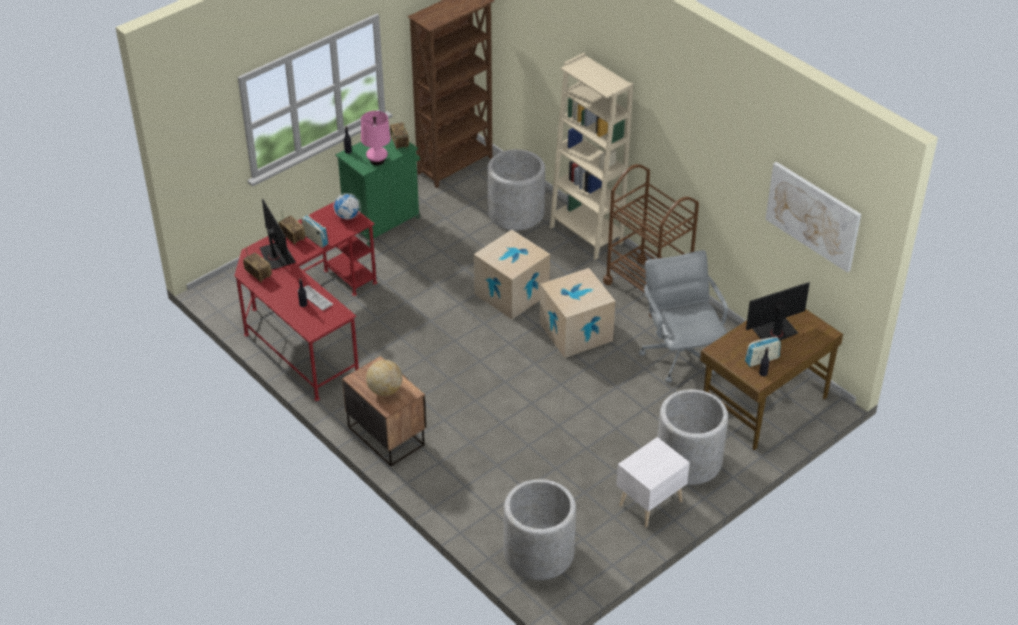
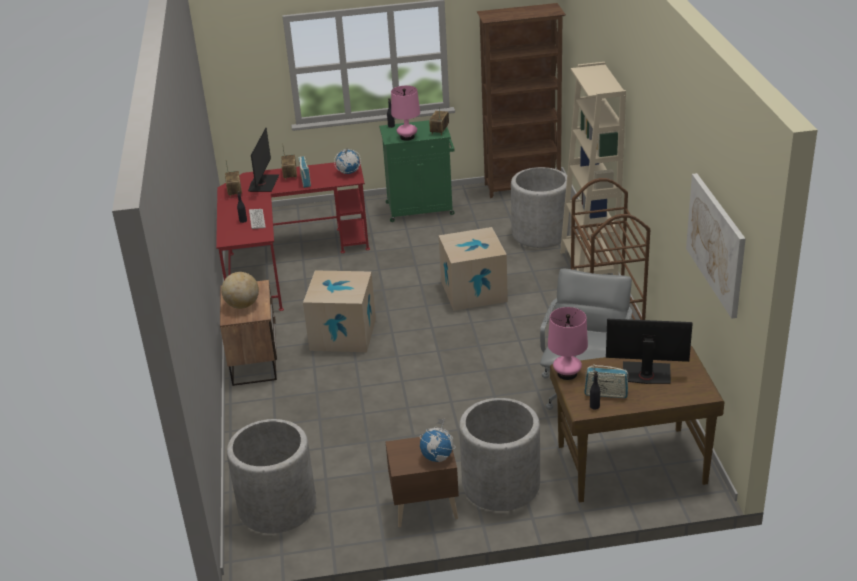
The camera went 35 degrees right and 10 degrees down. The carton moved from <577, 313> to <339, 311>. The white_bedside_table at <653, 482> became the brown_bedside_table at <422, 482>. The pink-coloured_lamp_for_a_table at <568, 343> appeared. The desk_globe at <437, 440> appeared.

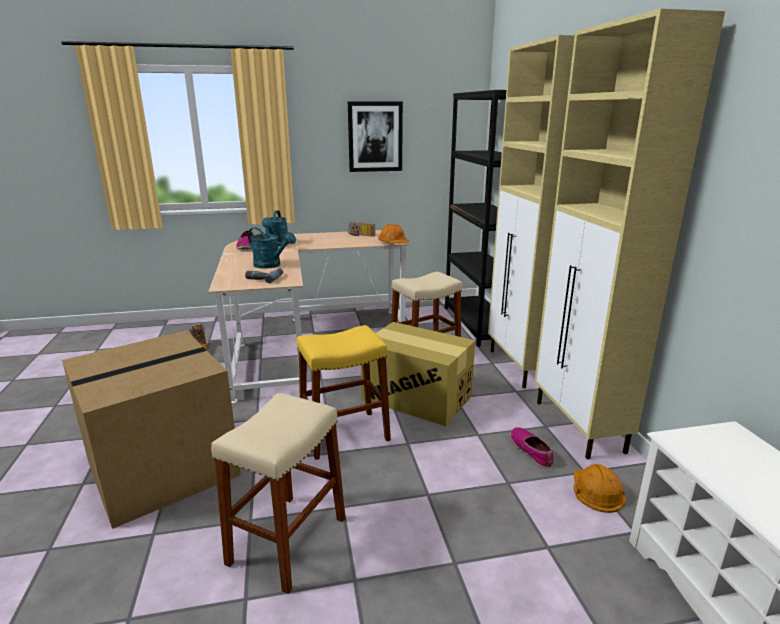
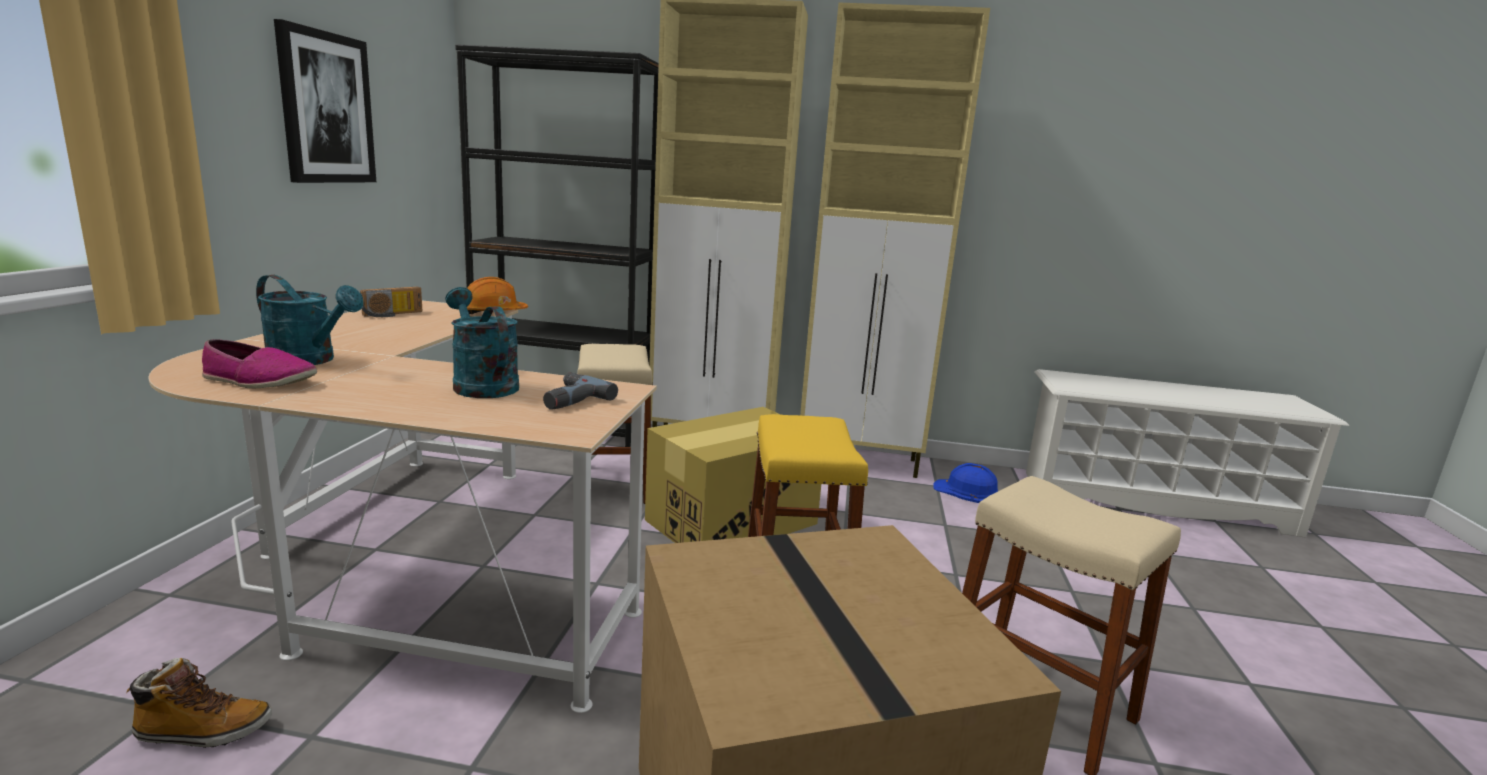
The camera went 70 degrees left and 5 degrees down. The turquoise-coloured_watering_pot at <272, 248> turned 90 degrees counterclockwise. The item_of_footwear at <532, 447> disappeared. The orangey_safety_helmet at <600, 488> became the blue-coloured_safety_helmet at <965, 483>.

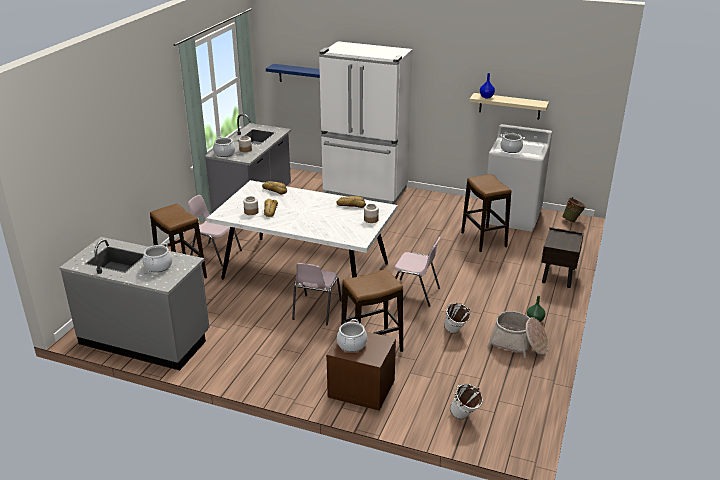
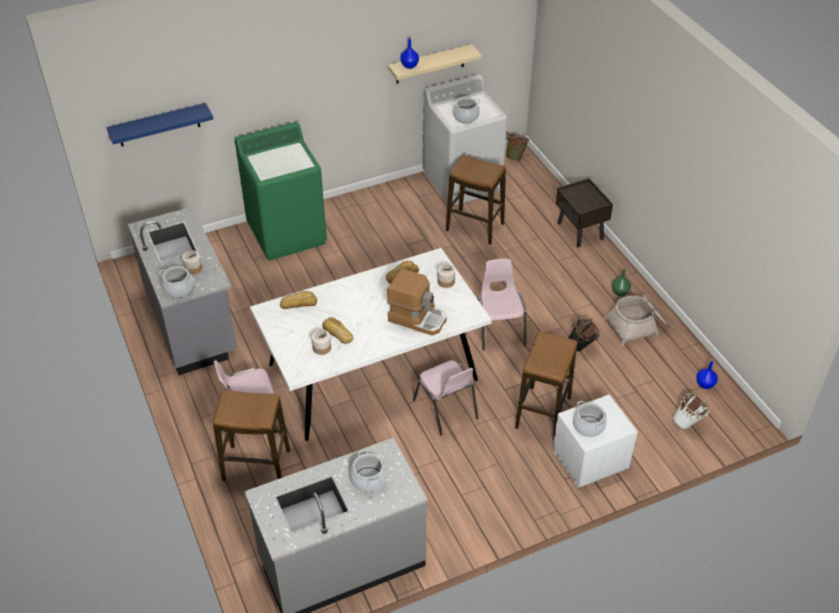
The camera went 45 degrees left and 15 degrees up. The white_refrigerator at <366, 122> was replaced by the green-coloured_laundry_appliance at <281, 191>. The pink-coloured_plain_chair at <417, 272> turned 75 degrees counterclockwise. The white_water_bucket at <457, 318> became the black_water_bucket at <584, 335>. The brown_bedside_table at <361, 371> became the white_bedside_table at <595, 441>. The coffee_brewer at <416, 302> appeared. The blue-coloured_decorative_vase at <707, 375> appeared.

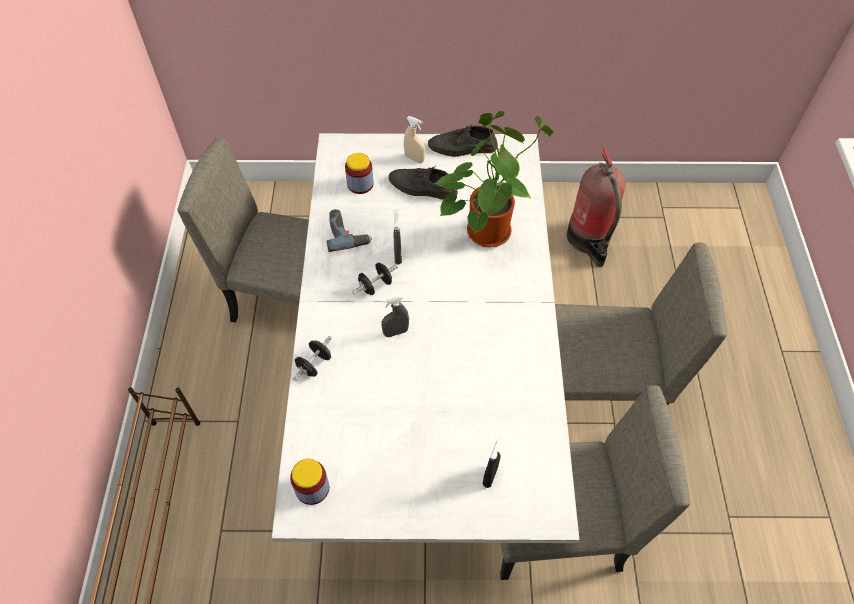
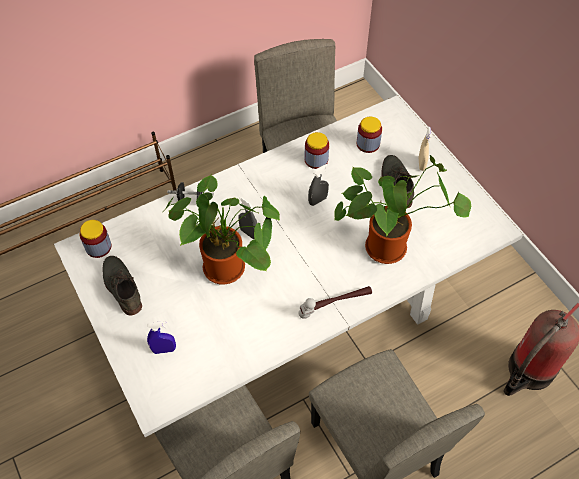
The camera went 60 degrees right and 0 degrees up. The greyish_item_of_footwear moved from <463, 140> to <122, 285>. The electric_drill at <349, 230> was replaced by the storage_jar at <316, 150>. The black_dumbbell at <375, 279> disappeared. The black_spray_bottle at <492, 462> became the blue-coloured_spray_bottle at <161, 337>. The plant_in_a_pot at <221, 229> appeared. The tool_hammer at <335, 302> appeared.

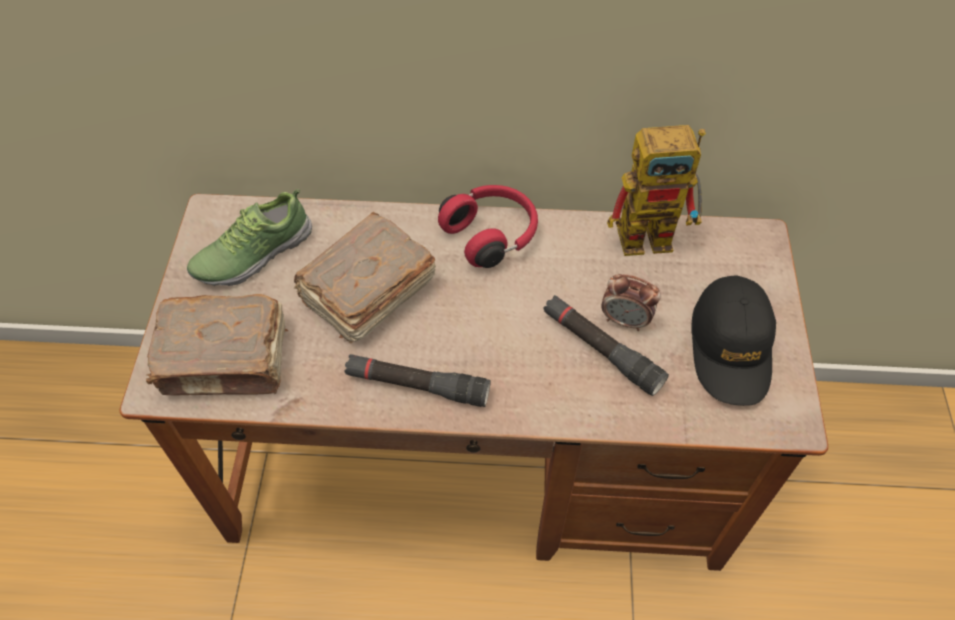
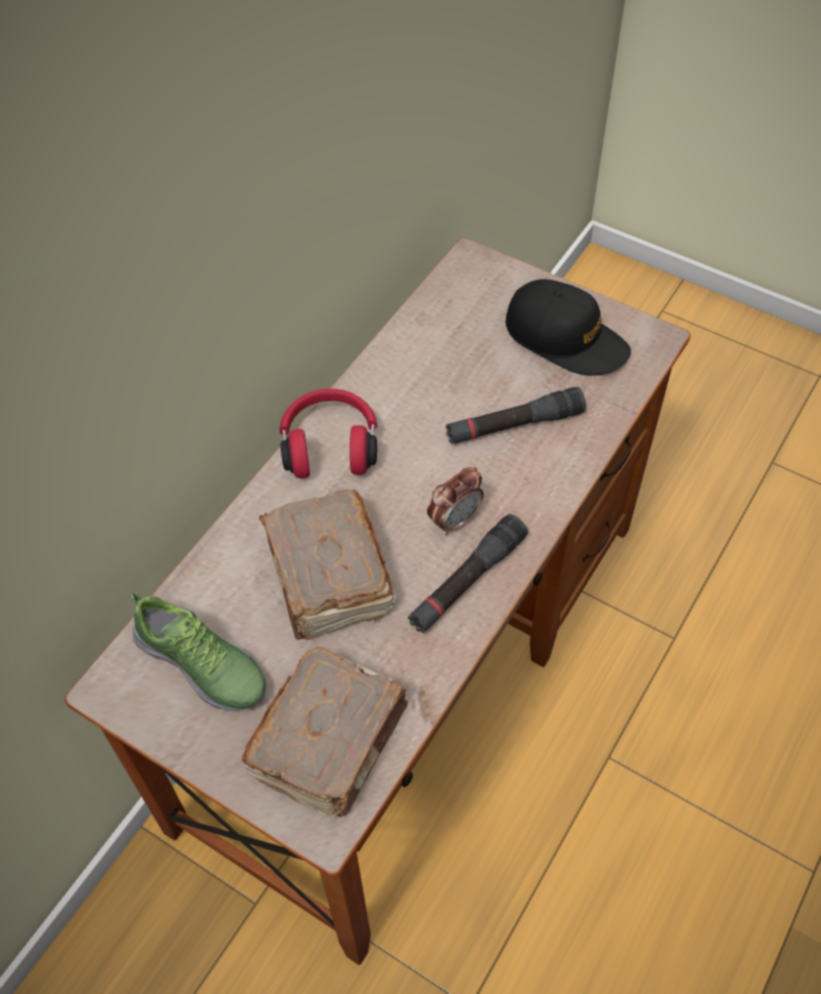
The camera went 60 degrees left and 0 degrees up. The robot_figure at <656, 190> disappeared. The item_of_footwear at <249, 237> turned 45 degrees counterclockwise. The bedside_clock moved from <631, 302> to <455, 501>.

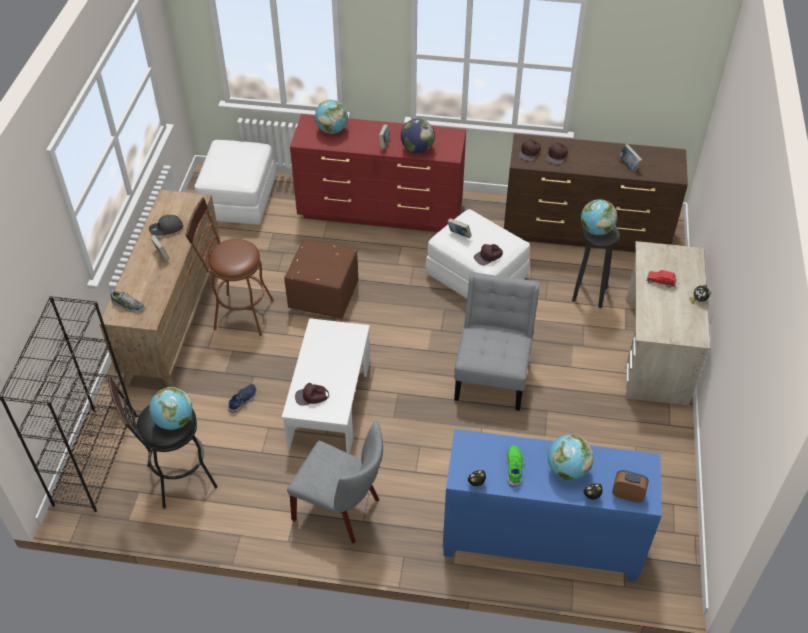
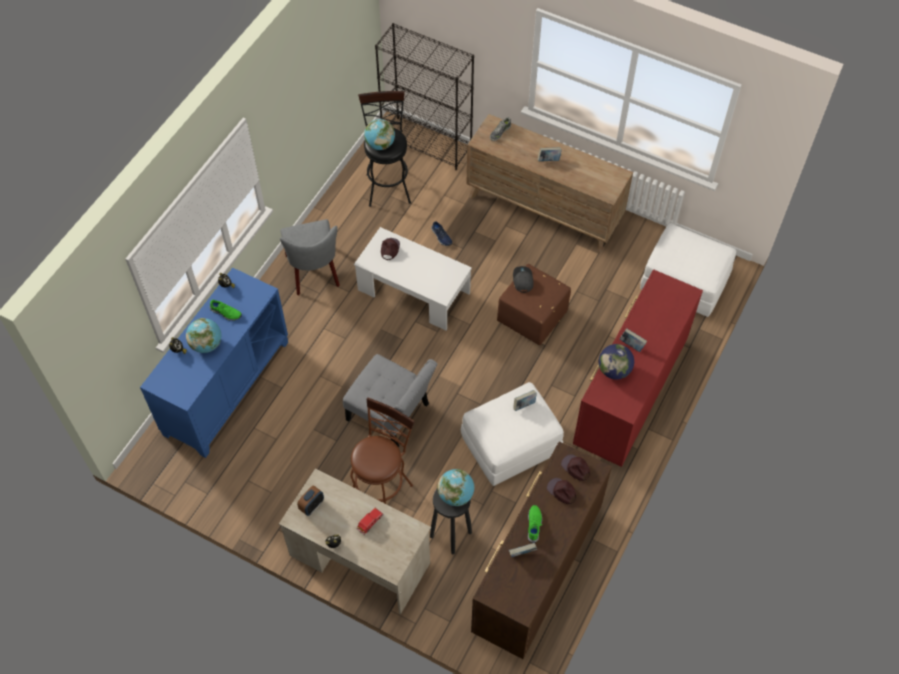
The camera went 110 degrees right and 10 degrees up. The desk_globe at <331, 117> disappeared. The brown_stool moved from <229, 266> to <382, 450>. The greyish_peaked_cap moved from <166, 225> to <523, 279>. The brown_peaked_cap at <488, 254> disappeared. The greyish_plain_chair at <335, 481> turned 60 degrees counterclockwise. The bedside_clock moved from <630, 486> to <310, 500>. The green-coloured_item_of_footwear at <535, 524> appeared.

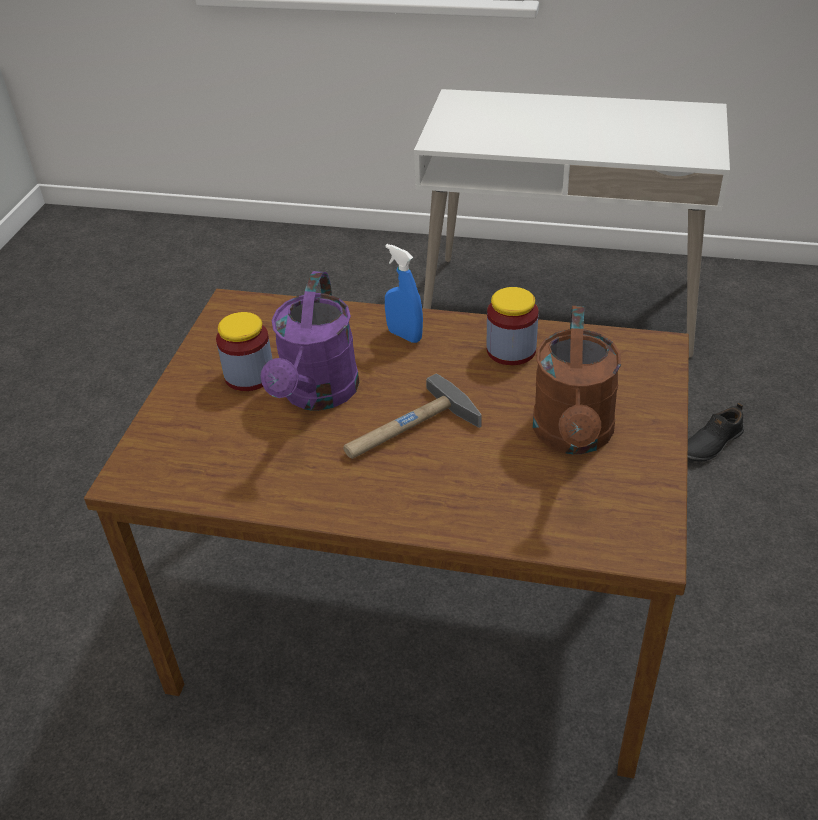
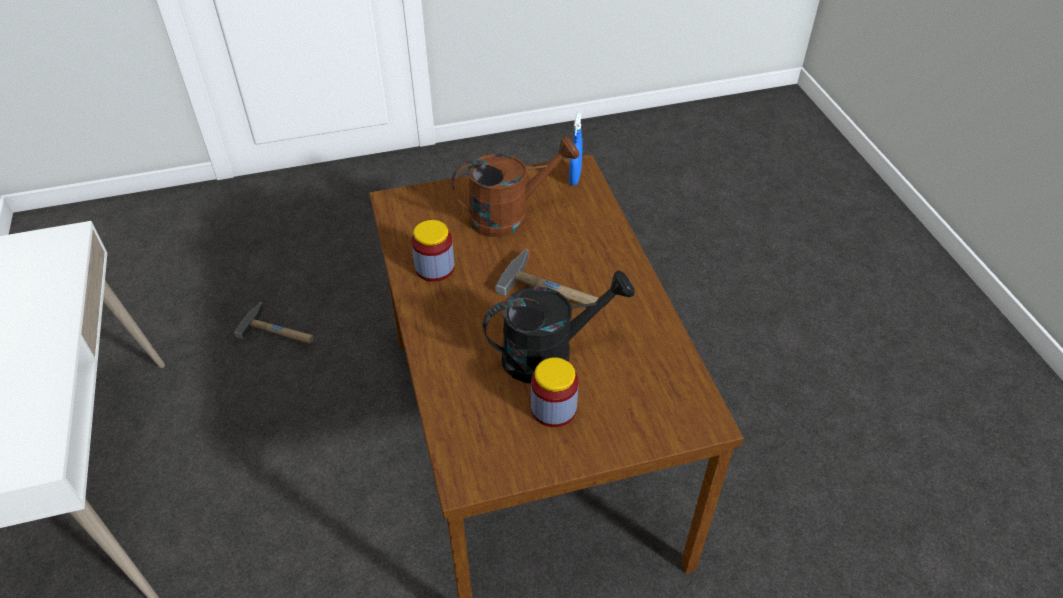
The camera went 120 degrees left and 5 degrees up. The blue-coloured_spray_bottle moved from <404, 293> to <576, 149>. The purple_watering_pot at <309, 341> became the black_watering_pot at <559, 327>. The black_item_of_footwear at <716, 432> was replaced by the tool_hammer at <274, 323>.

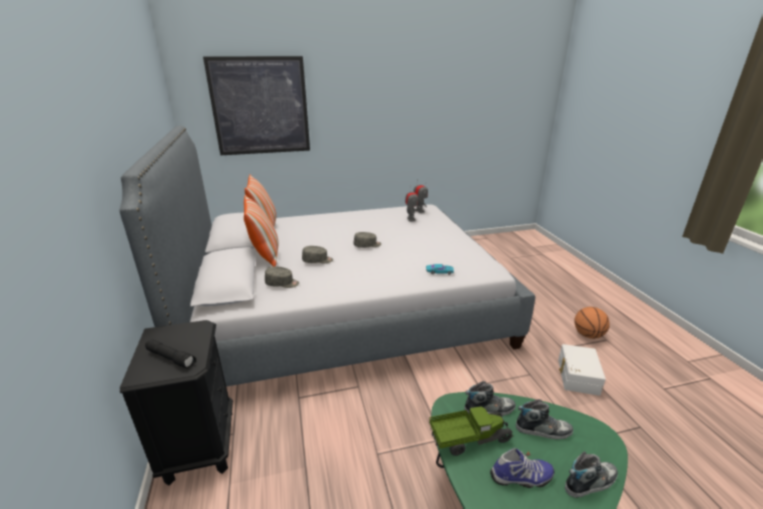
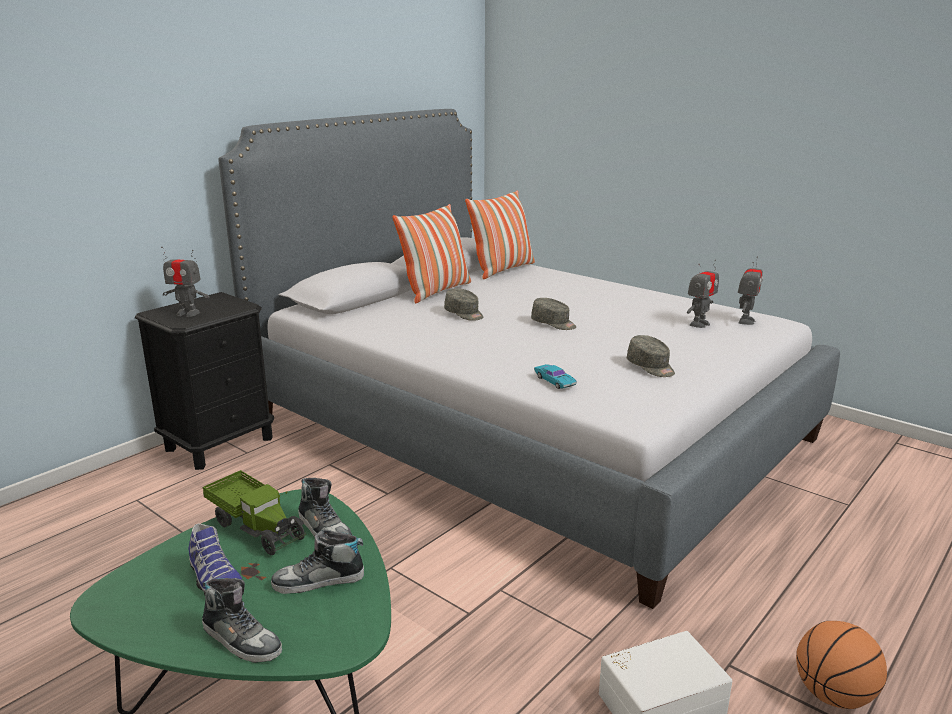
The camera went 55 degrees right and 5 degrees down. The wall_picture at <256, 106> disappeared. The greyish_peaked_cap moved from <282, 277> to <651, 356>. The black_torch at <170, 354> was replaced by the robot_figure at <185, 282>. The item_of_footwear at <544, 419> turned 105 degrees clockwise.

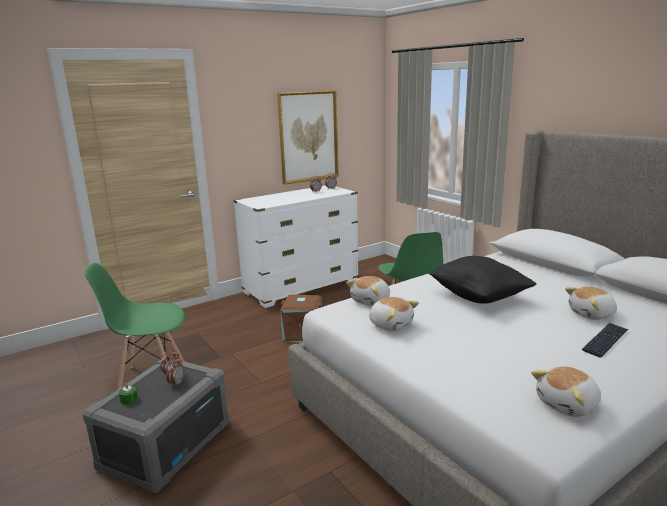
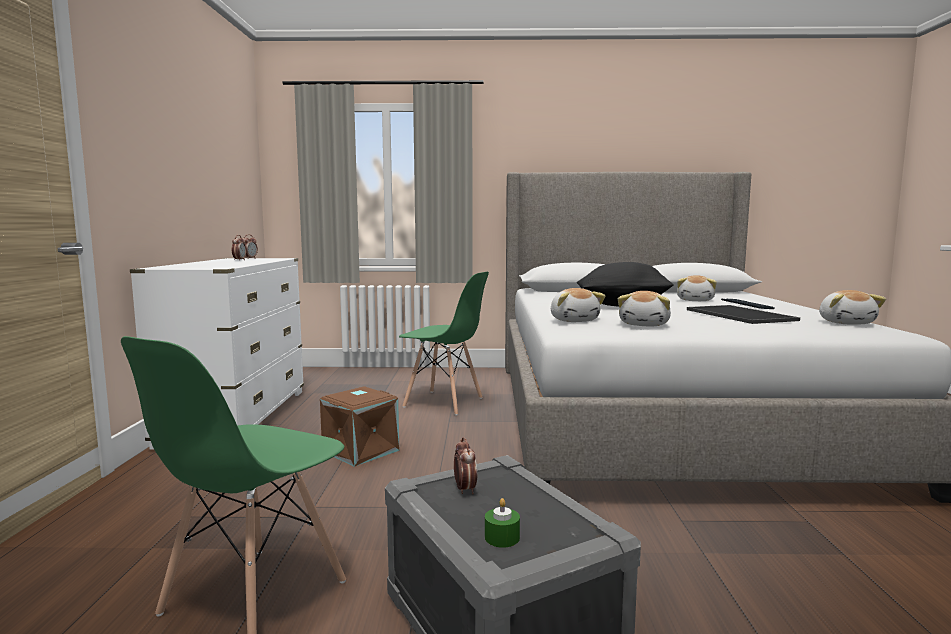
The camera went 55 degrees left and 10 degrees down. The wall_picture at <308, 137> disappeared. The soft_toy at <394, 314> turned 120 degrees clockwise. The bedside_clock at <175, 372> disappeared. The carrying_tray at <743, 314> appeared.

